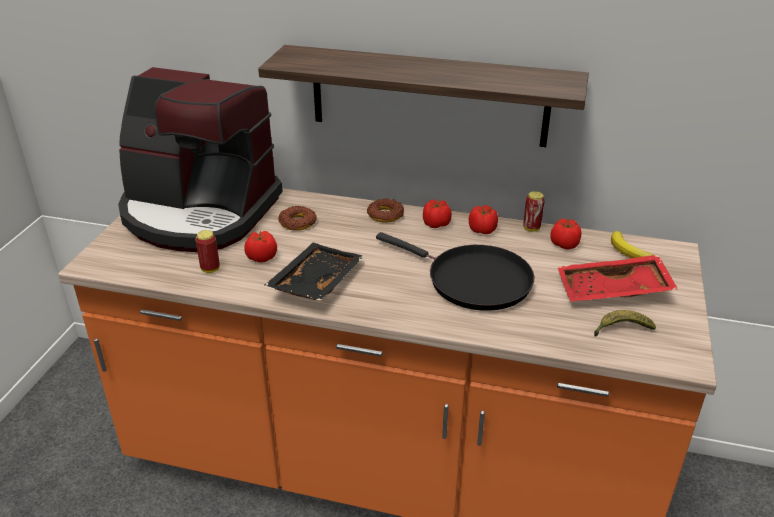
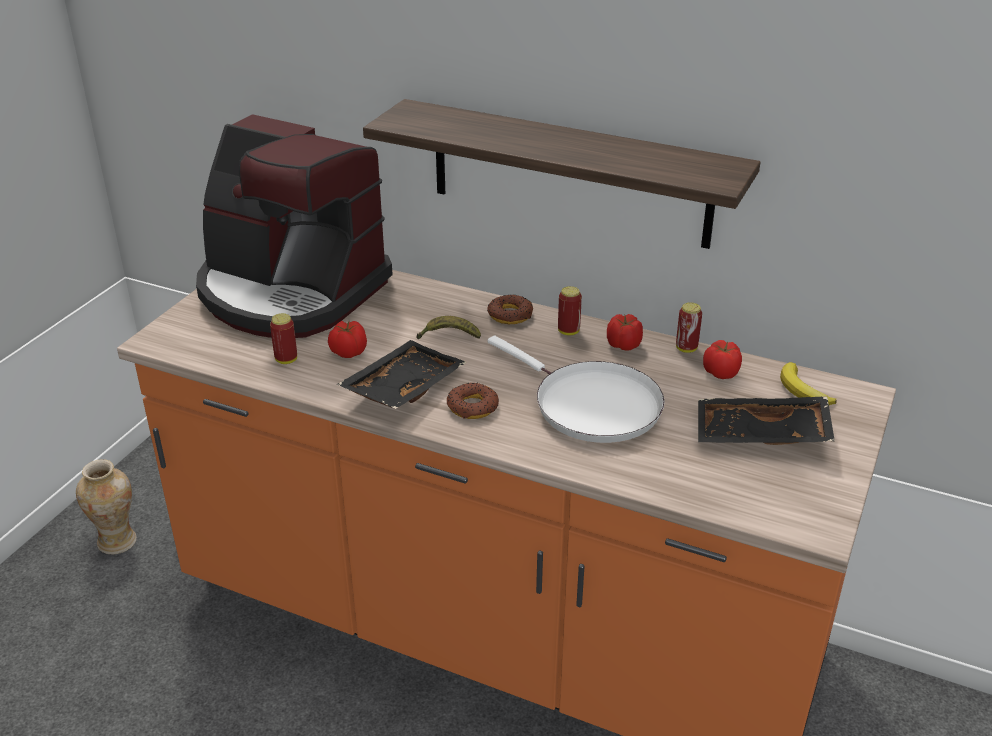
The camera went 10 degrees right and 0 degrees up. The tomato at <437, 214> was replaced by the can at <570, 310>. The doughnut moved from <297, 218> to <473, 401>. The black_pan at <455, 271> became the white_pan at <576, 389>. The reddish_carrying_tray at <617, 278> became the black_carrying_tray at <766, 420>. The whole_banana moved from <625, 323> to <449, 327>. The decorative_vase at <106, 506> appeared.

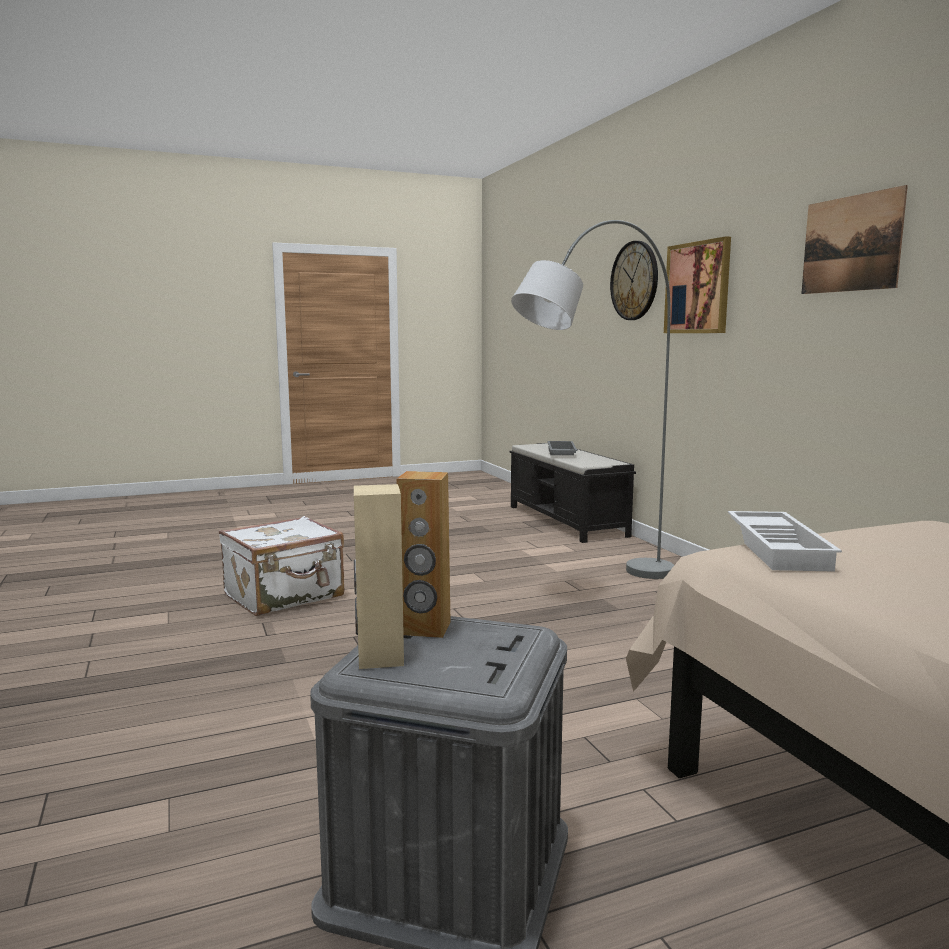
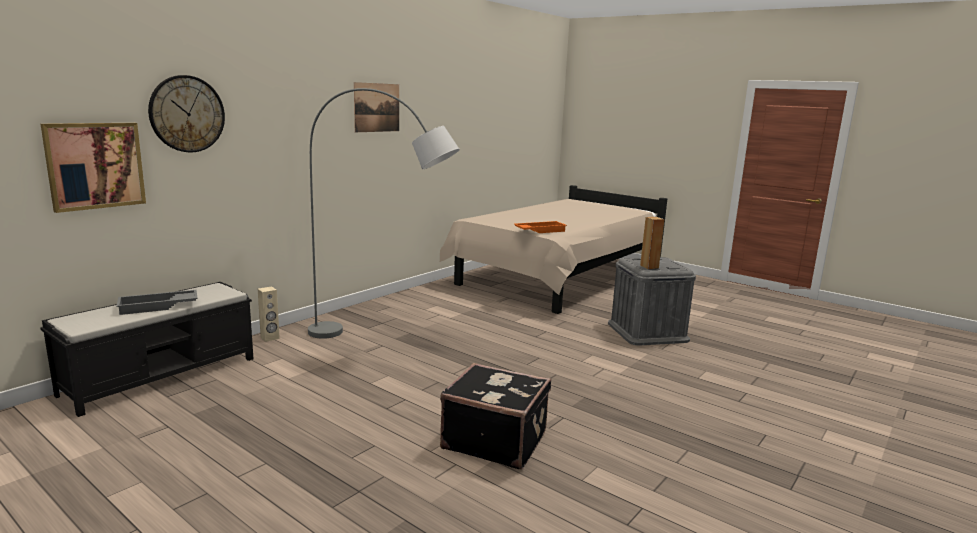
The camera went 120 degrees left and 5 degrees up. The wall_picture moved from <697, 284> to <93, 168>. The sand-coloured_loudspeaker moved from <379, 576> to <269, 314>. The white_carrying_tray at <785, 541> became the orangey_carrying_tray at <540, 227>. The white_piece_of_luggage at <281, 566> became the black_piece_of_luggage at <495, 416>.

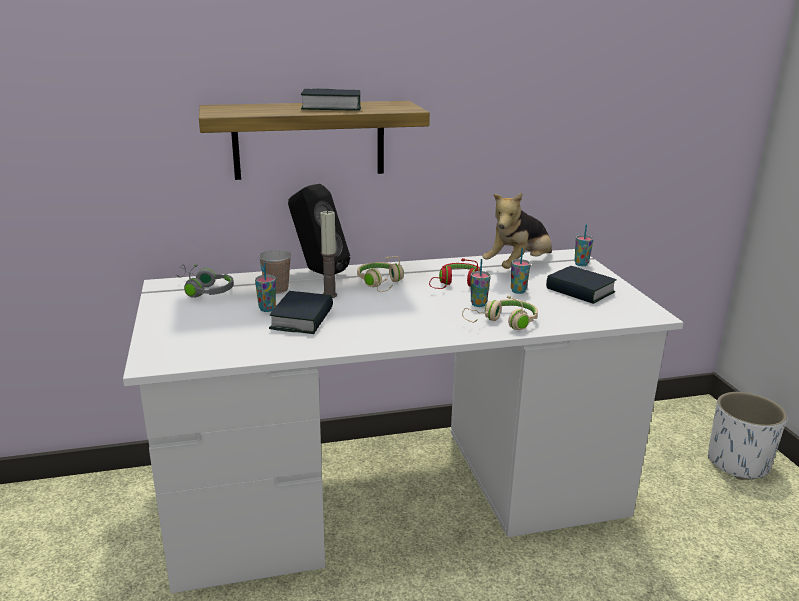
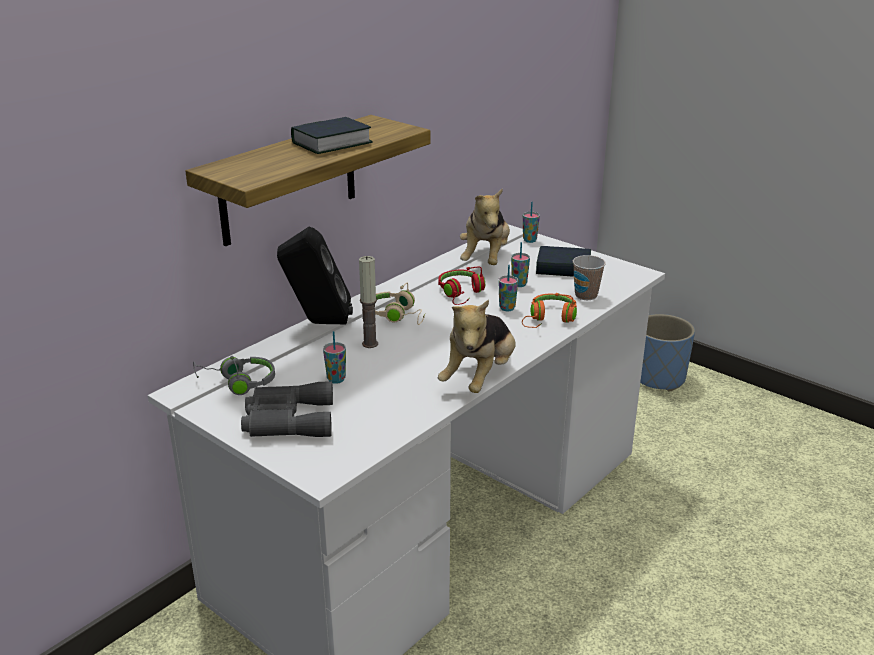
The camera went 35 degrees left and 5 degrees up. The drinking_cup moved from <275, 272> to <589, 277>. The bound_book at <301, 312> disappeared. The sand-coloured_pair_of_headphones at <500, 312> became the orangey_pair_of_headphones at <549, 310>. The white_flower_pot at <747, 436> became the blue-coloured_flower_pot at <667, 352>. The soft_toy at <477, 346> appeared. The greyish_field_glasses at <287, 409> appeared.

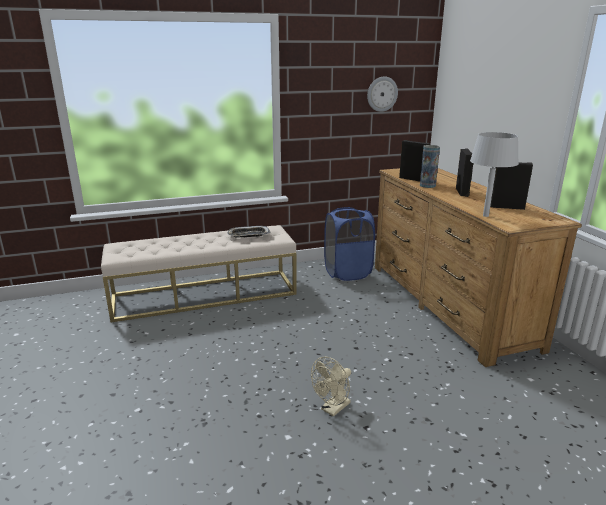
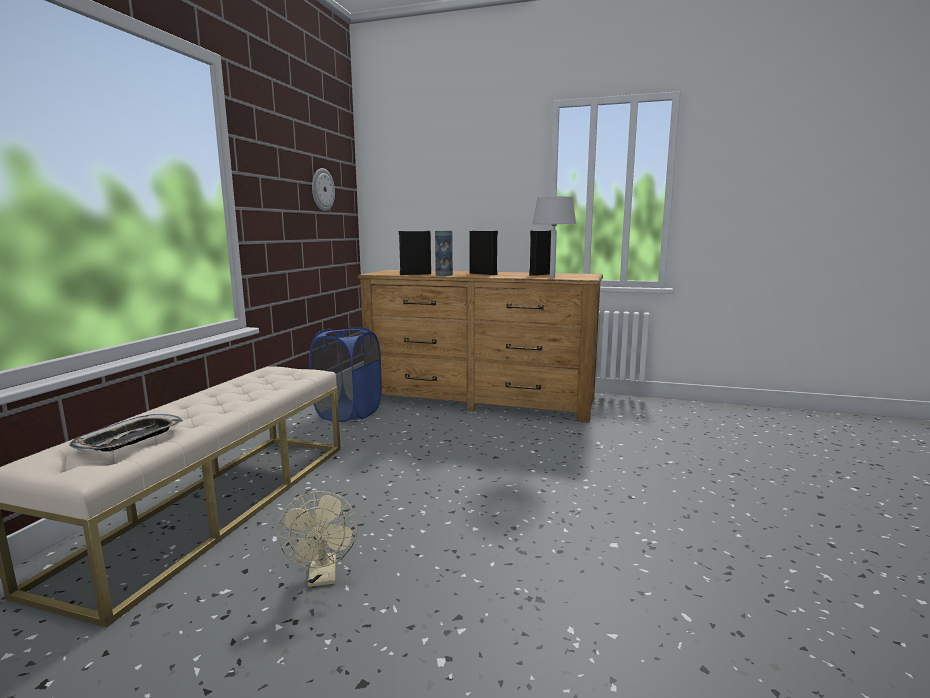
The camera went 55 degrees left and 10 degrees down. The carrying_tray moved from <249, 232> to <126, 433>. The sand-coloured_electric_fan moved from <331, 386> to <317, 539>.

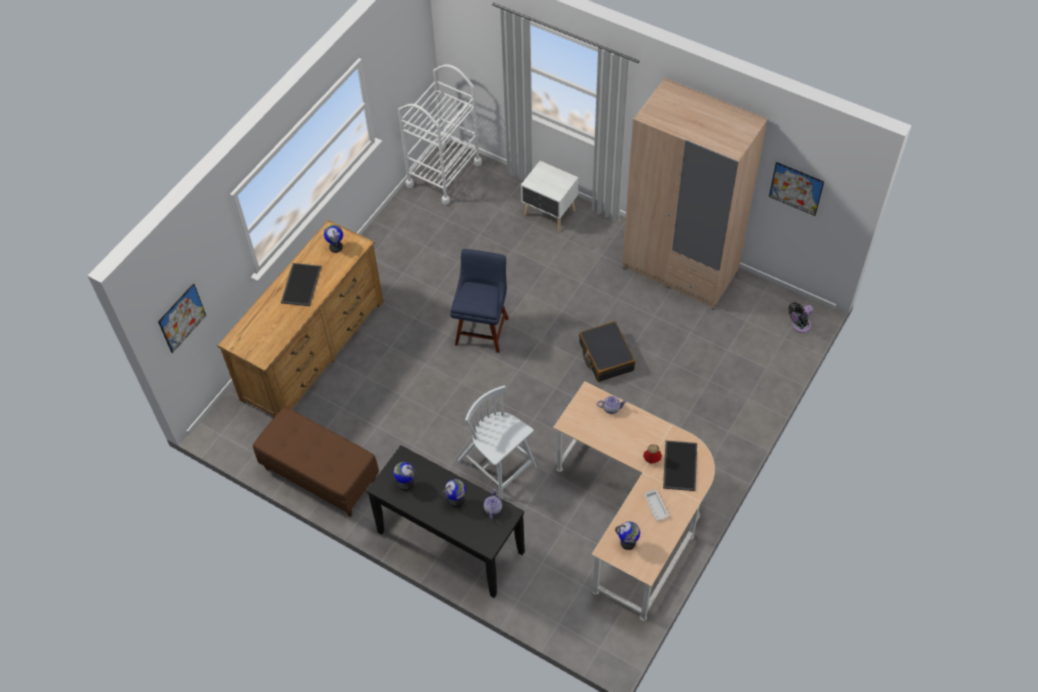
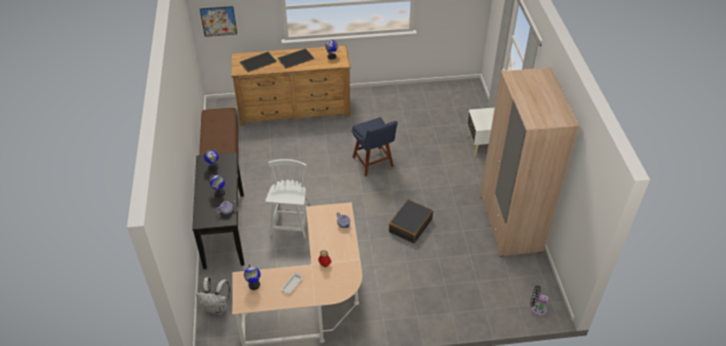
The camera went 50 degrees right and 10 degrees down. The white_wheeled_cart at <440, 134> disappeared. The wall_picture at <796, 189> disappeared. The blue-coloured_plain_chair at <479, 301> turned 90 degrees clockwise. The carrying_tray moved from <680, 465> to <258, 62>. The white_backpack at <213, 295> appeared.

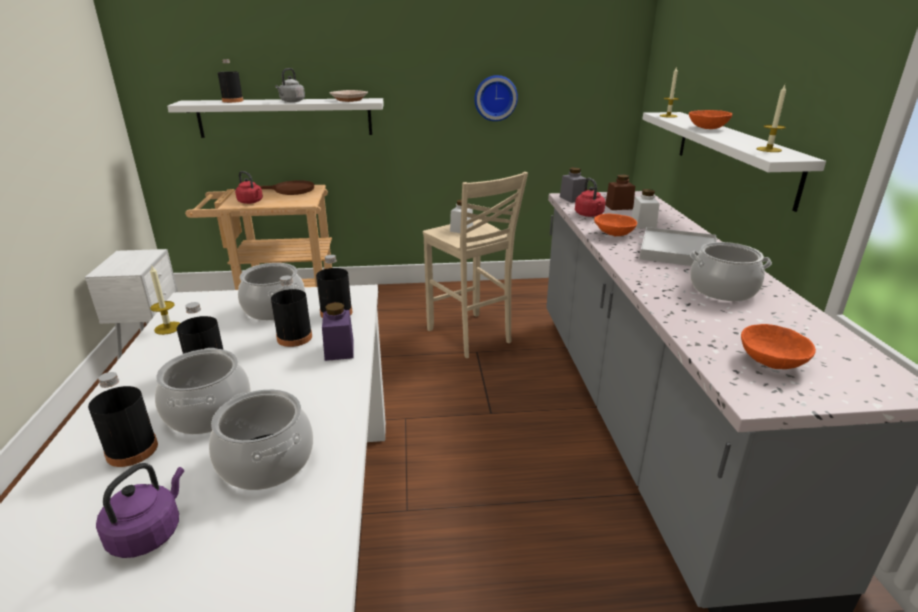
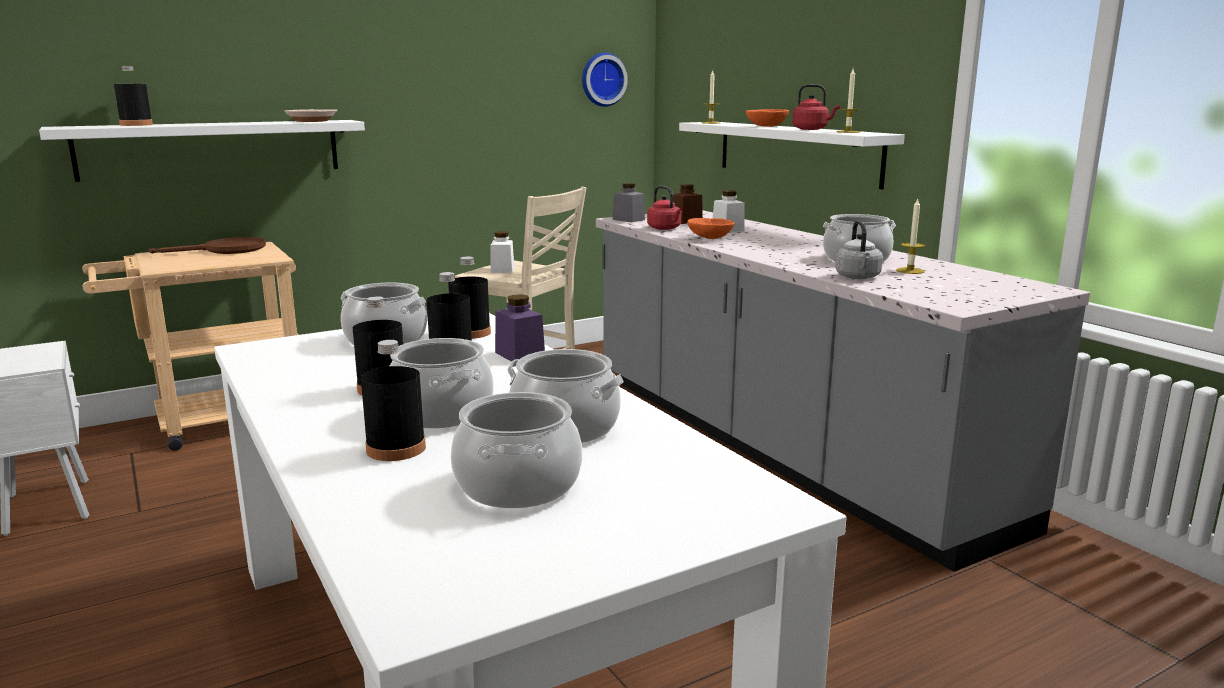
The camera went 25 degrees left and 10 degrees down. The greyish_water_kettle moved from <290, 85> to <859, 249>. The clock_on_the_wall moved from <496, 98> to <605, 79>. The reddish_water_kettle moved from <249, 187> to <816, 107>. The white_carrying_tray at <678, 246> disappeared. The wax_light moved from <165, 300> to <910, 236>. The orangey_bowl at <778, 346> disappeared. The purple_water_kettle at <140, 510> was replaced by the stockpot at <517, 450>.

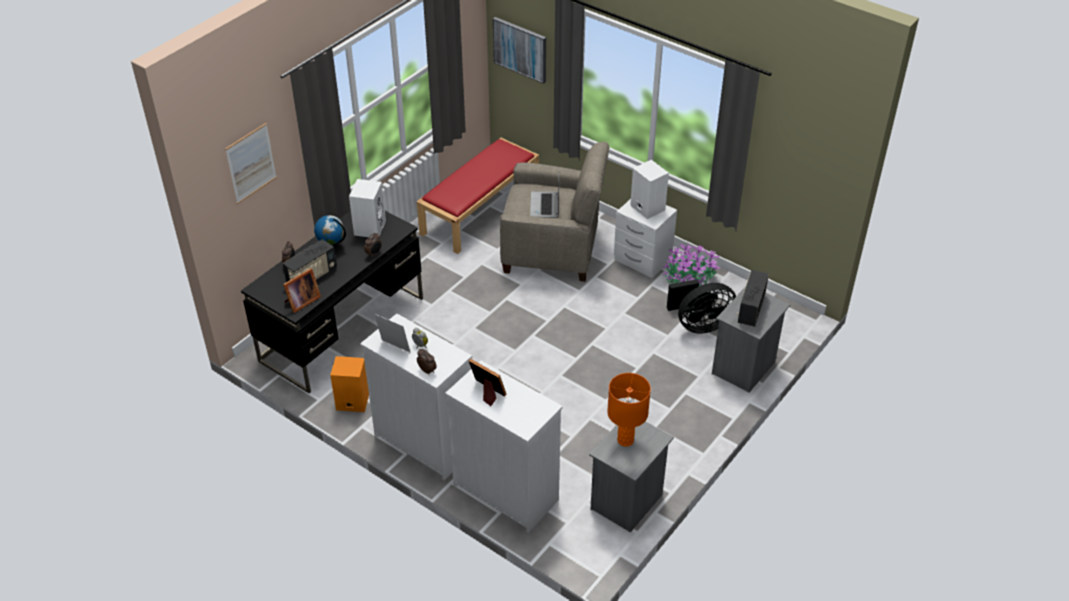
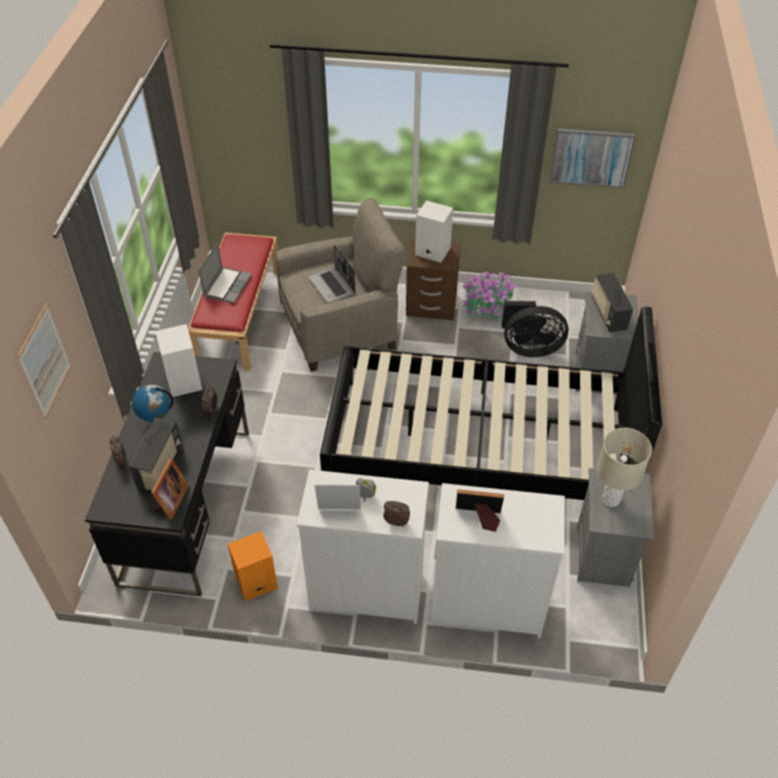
The camera went 30 degrees left and 5 degrees up. The wall_picture moved from <519, 50> to <592, 158>. The white_bedside_table at <645, 238> became the brown_bedside_table at <433, 279>. The black_electric_fan at <701, 306> turned 45 degrees clockwise. The orangey_lamp_for_a_table at <629, 410> became the sand-coloured_lamp_for_a_table at <624, 467>. The laptop at <225, 272> appeared. The black_bed at <491, 403> appeared.

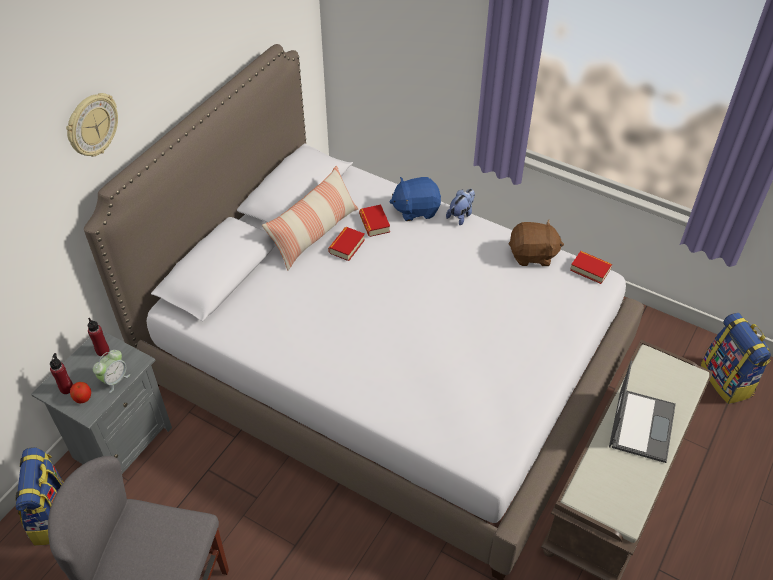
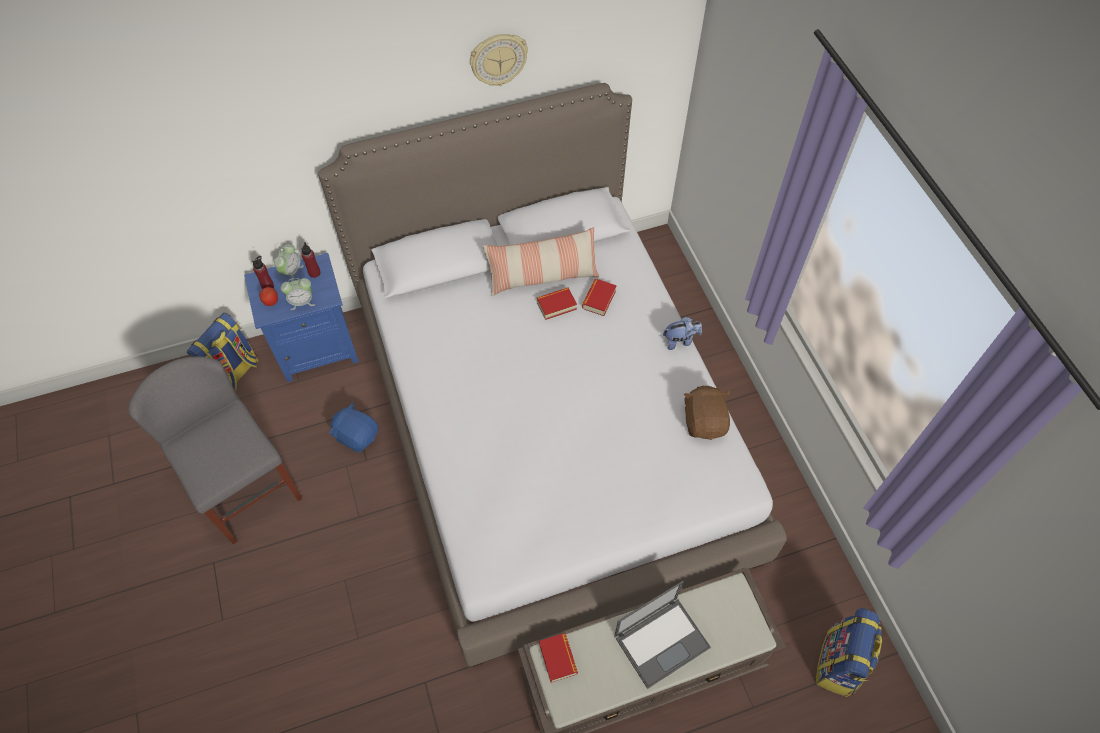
The camera went 40 degrees right and 10 degrees up. The clock_on_the_wall moved from <92, 125> to <499, 60>. The blue-coloured_soft_toy moved from <415, 199> to <353, 427>. The brown_soft_toy at <536, 243> turned 135 degrees counterclockwise. The bound_book moved from <591, 267> to <558, 658>. The greyish_bedside_table at <101, 402> became the blue-coloured_bedside_table at <301, 317>. The bedside_clock at <289, 263> appeared.

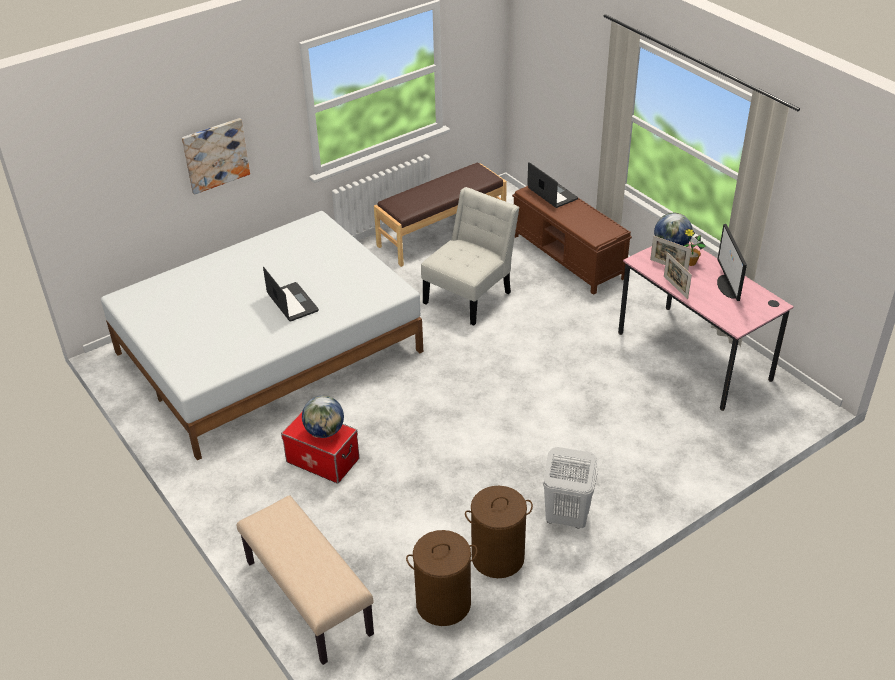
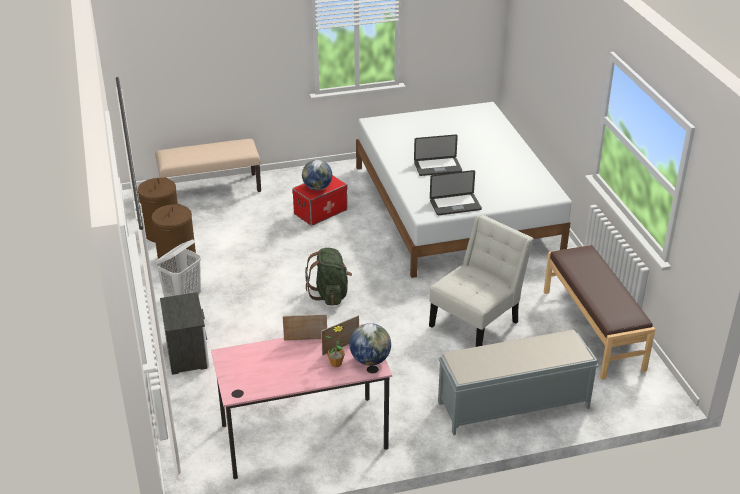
The camera went 110 degrees right and 5 degrees down. The wall_picture at <216, 156> disappeared. The laptop moved from <552, 185> to <456, 192>. The brown_indoor_bench at <572, 240> became the greyish_indoor_bench at <518, 382>. The white_plain_chair at <470, 256> turned 105 degrees counterclockwise. The monitor at <732, 262> disappeared. The green-coloured_backpack at <328, 277> appeared. The bedside_table at <184, 333> appeared.

